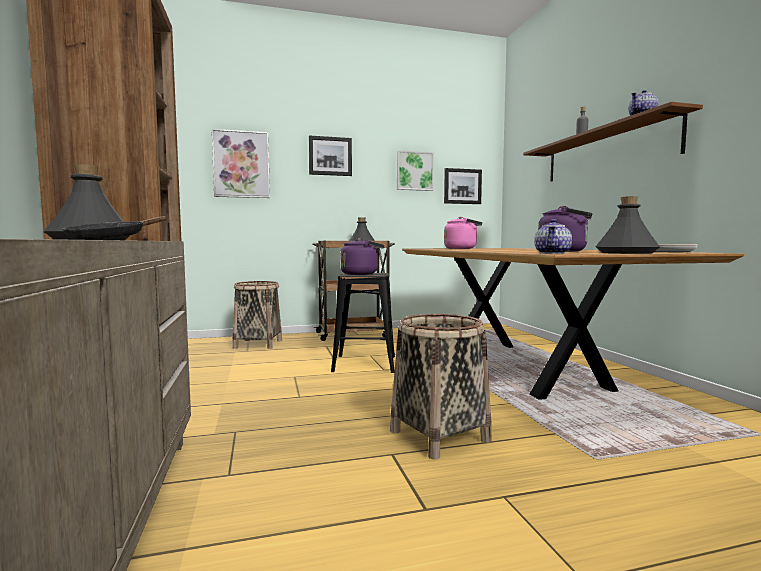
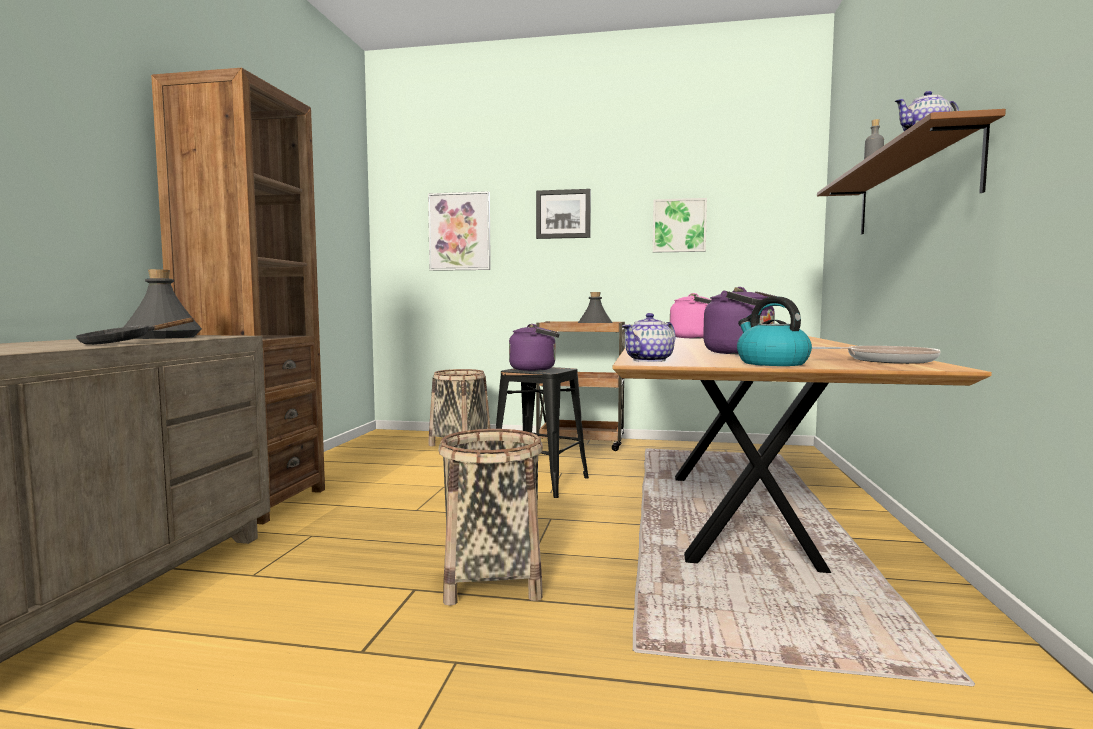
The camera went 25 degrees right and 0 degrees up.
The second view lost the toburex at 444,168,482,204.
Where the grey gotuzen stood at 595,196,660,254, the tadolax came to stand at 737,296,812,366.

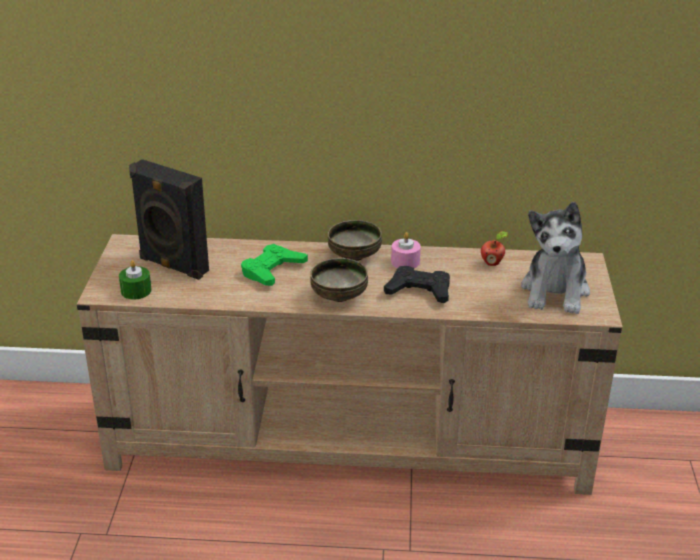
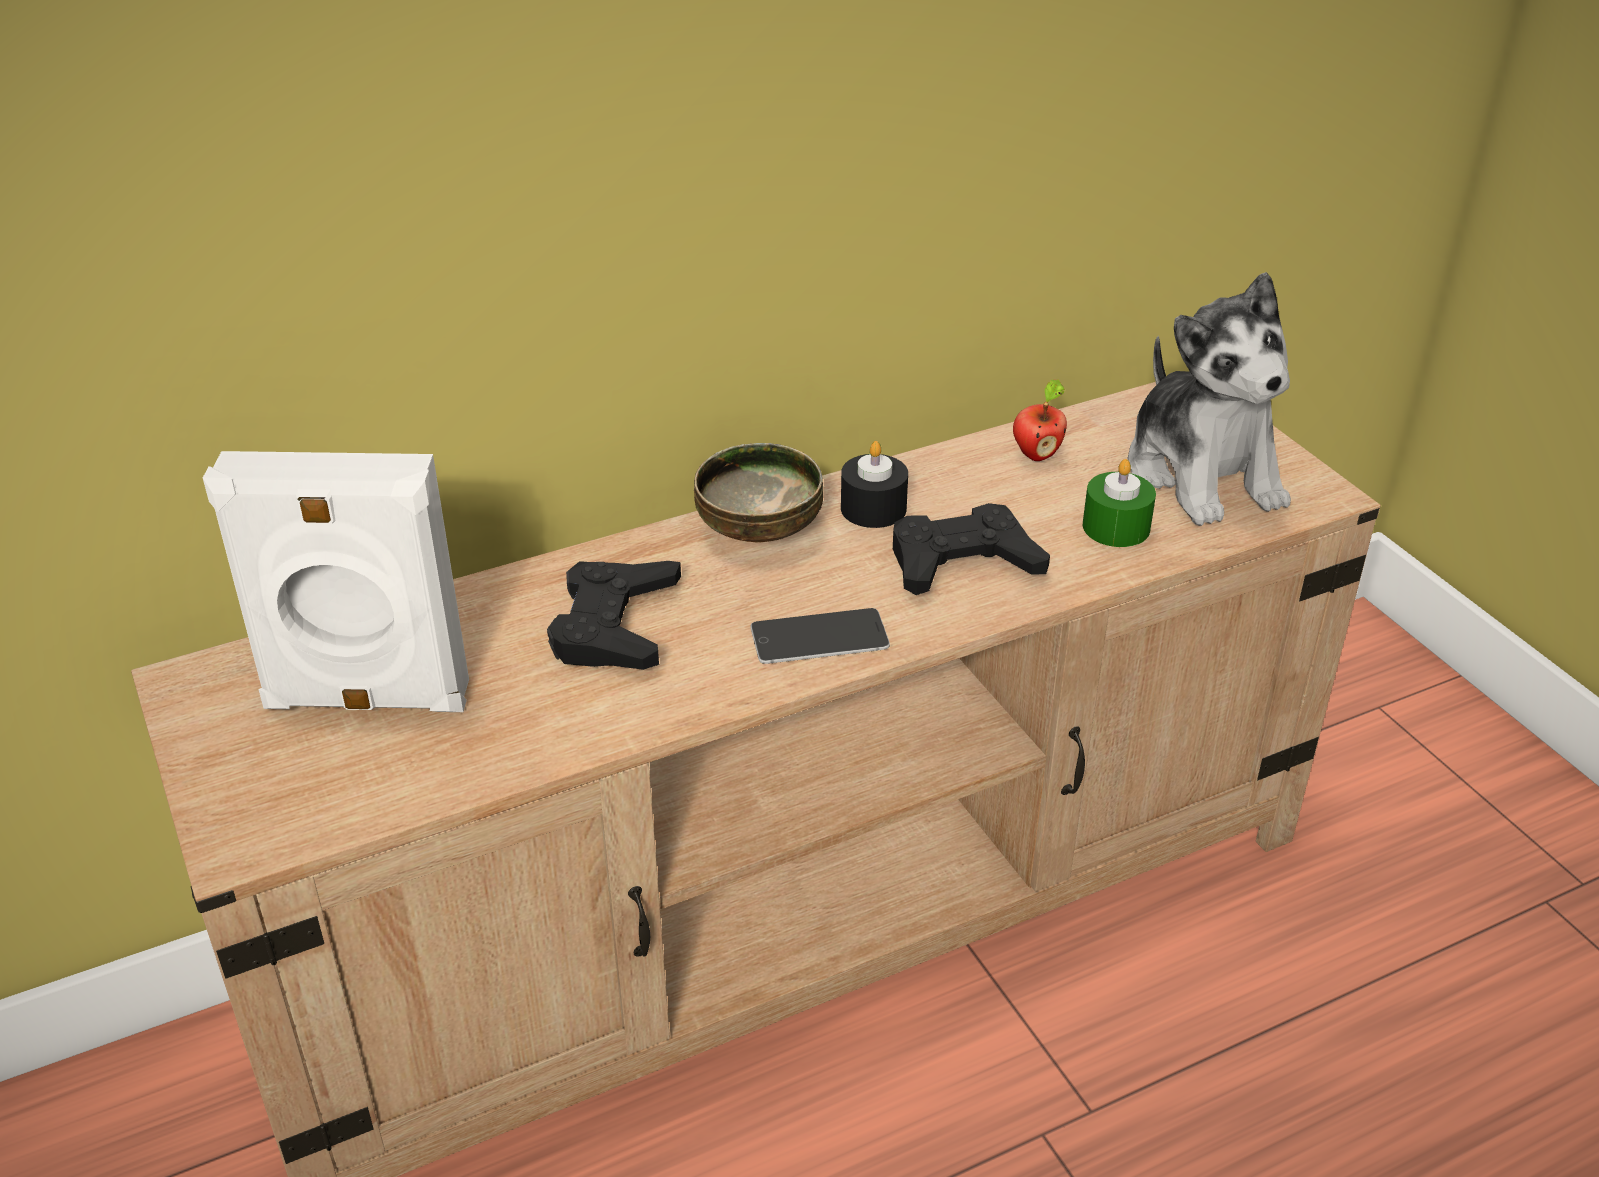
The camera went 30 degrees left and 5 degrees up.
What was the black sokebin at 129,159,209,280 turned into the white sokebin at 203,451,469,712.
What was the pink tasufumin at 391,232,421,268 turned into the black tasufumin at 841,441,908,528.
What was the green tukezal at 241,244,308,286 turned into the black tukezal at 547,561,681,670.
Where the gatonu stood at 310,258,368,302, the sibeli came to stand at 750,608,890,664.
The green tasufumin ended up elsewhere, having gone from 119,260,152,300 to 1083,459,1156,547.

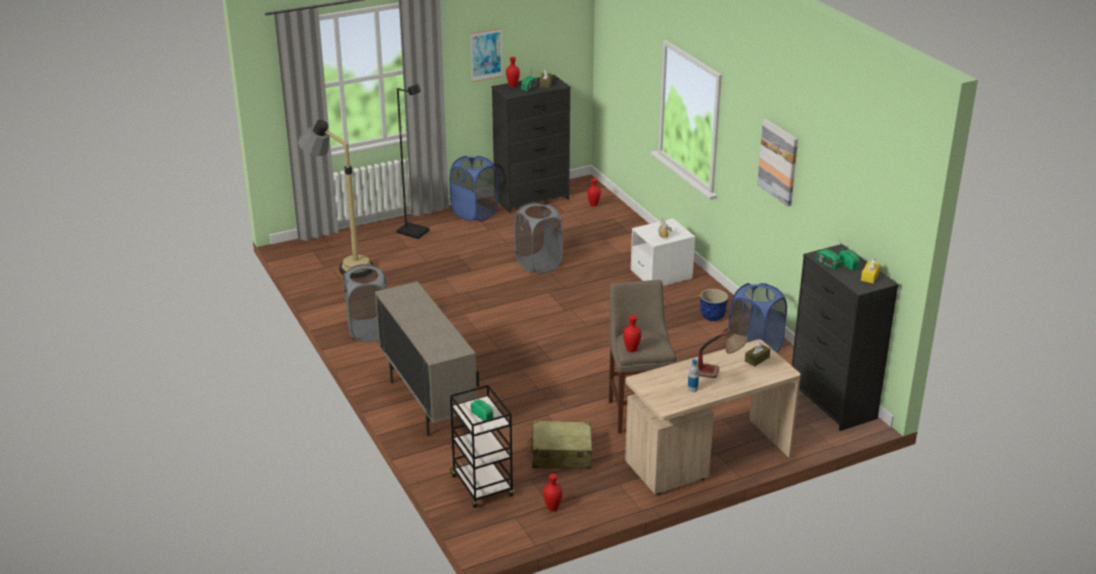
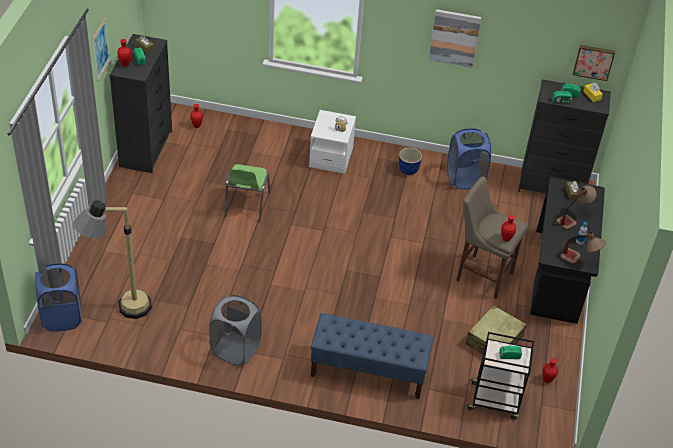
The camera went 55 degrees left and 15 degrees up.
The second view lost the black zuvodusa at 396,84,430,239.
The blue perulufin ended up elsewhere, having gone from 450,156,498,221 to 35,263,82,332.
Where the grey perulufin stood at 514,202,563,274, the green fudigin came to stand at 224,164,270,222.
Where the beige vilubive stood at 375,281,479,436, the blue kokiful came to stand at 311,313,433,399.
What was the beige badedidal at 625,339,801,495 turned into the black badedidal at 530,178,605,324.
The second view gained the toburex at 573,45,615,81.
The second view gained the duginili at 560,232,606,264.

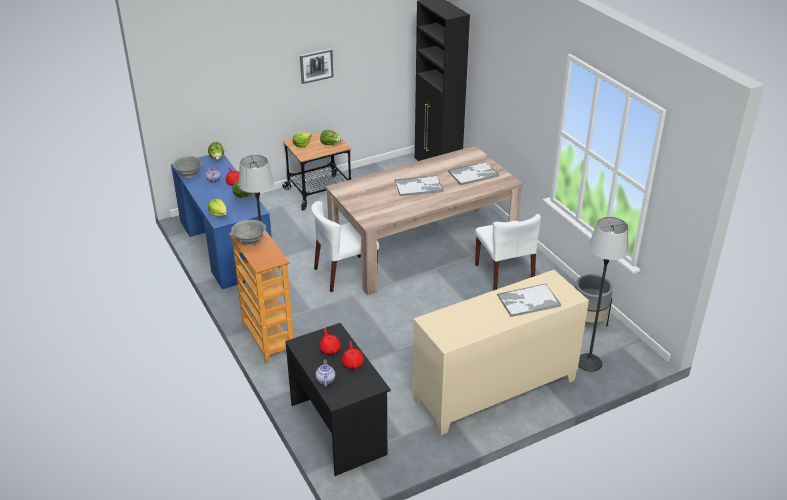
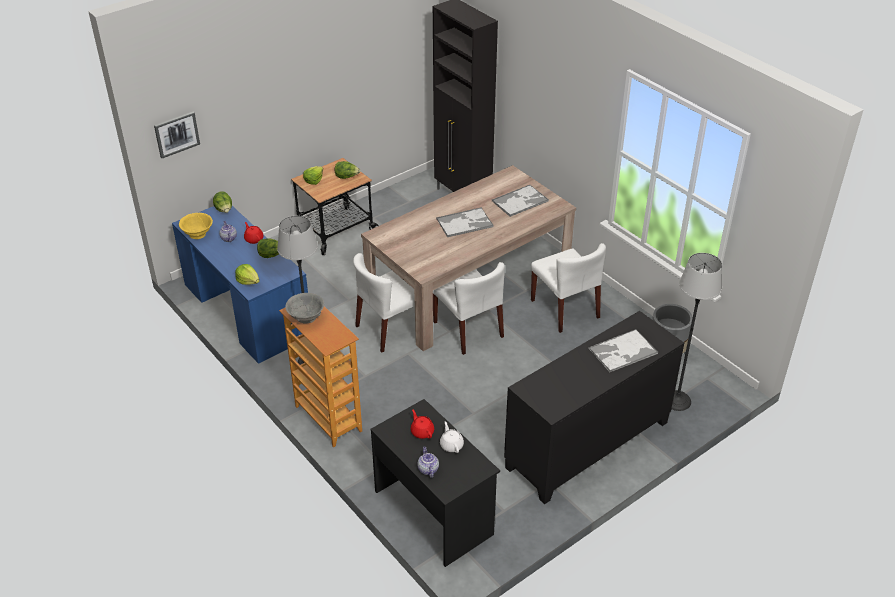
The camera went 10 degrees left and 5 degrees up.
The toburex ended up elsewhere, having gone from 300,49,334,84 to 154,112,200,158.
What was the grey gatonu at 173,156,202,178 turned into the yellow gatonu at 179,213,213,239.
What was the beige vilubive at 412,270,589,435 turned into the black vilubive at 504,311,684,505.
What was the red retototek at 342,341,364,369 turned into the white retototek at 440,421,464,453.
The second view gained the white fudigin at 433,262,505,355.

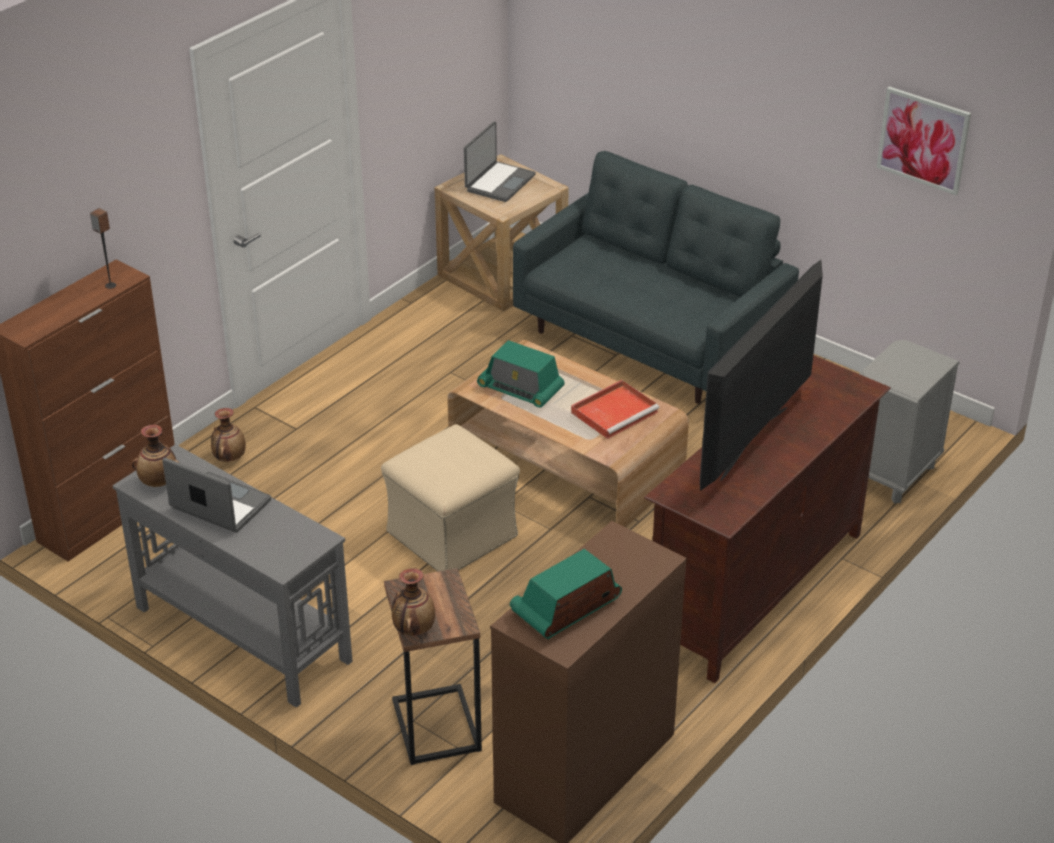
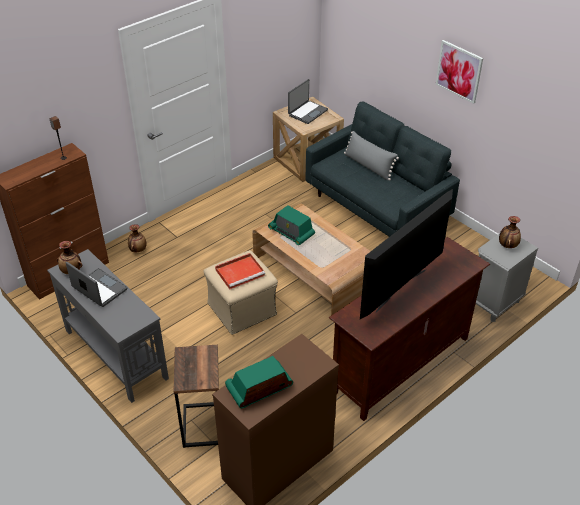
The camera went 10 degrees right and 5 degrees up.
The toburex ended up elsewhere, having gone from 877,87,971,195 to 436,40,483,104.
The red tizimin ended up elsewhere, having gone from 571,380,659,439 to 215,253,265,289.
The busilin ended up elsewhere, having gone from 392,568,435,636 to 499,216,521,248.
The second view gained the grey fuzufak at 344,131,399,181.

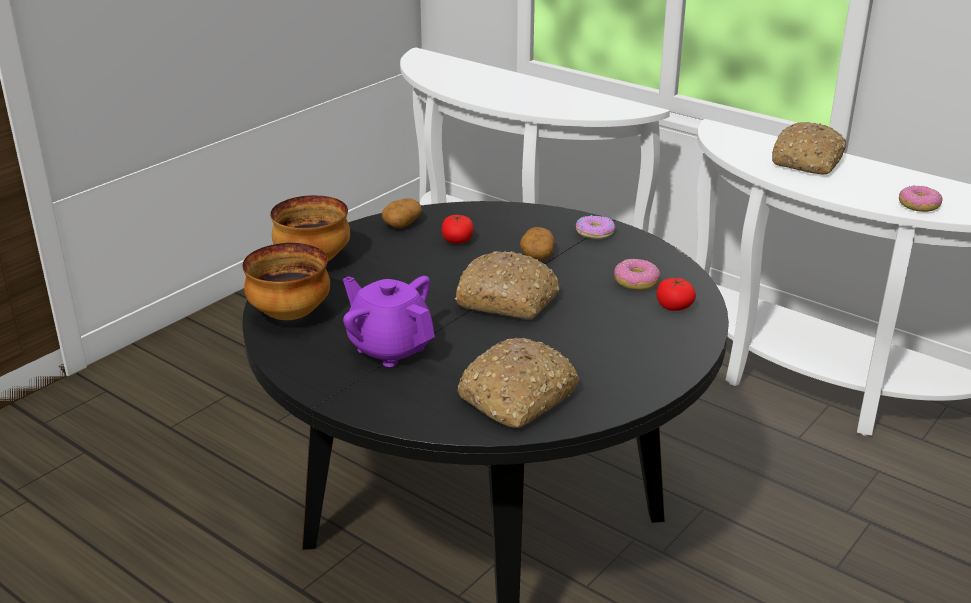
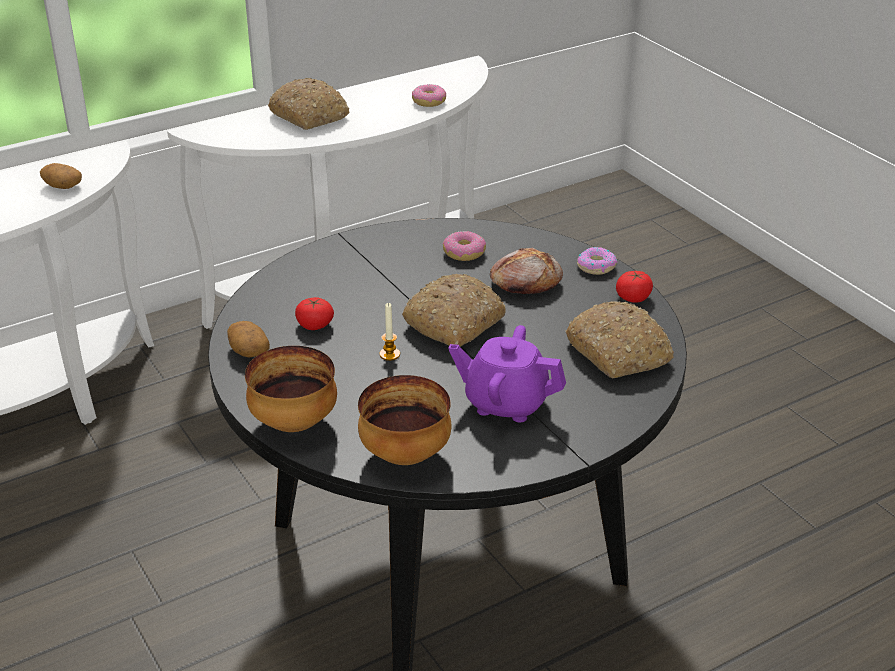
The camera went 70 degrees left and 5 degrees up.
The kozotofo ended up elsewhere, having gone from 576,215,615,239 to 577,247,618,275.
The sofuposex ended up elsewhere, having gone from 520,227,555,260 to 40,163,82,189.
The purple retototek at 343,276,435,367 ended up facing another way, 45 degrees clockwise from before.
The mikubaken ended up elsewhere, having gone from 656,278,696,311 to 616,271,653,303.
The second view gained the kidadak at 490,248,563,294.
The second view gained the tasufumin at 379,303,400,361.

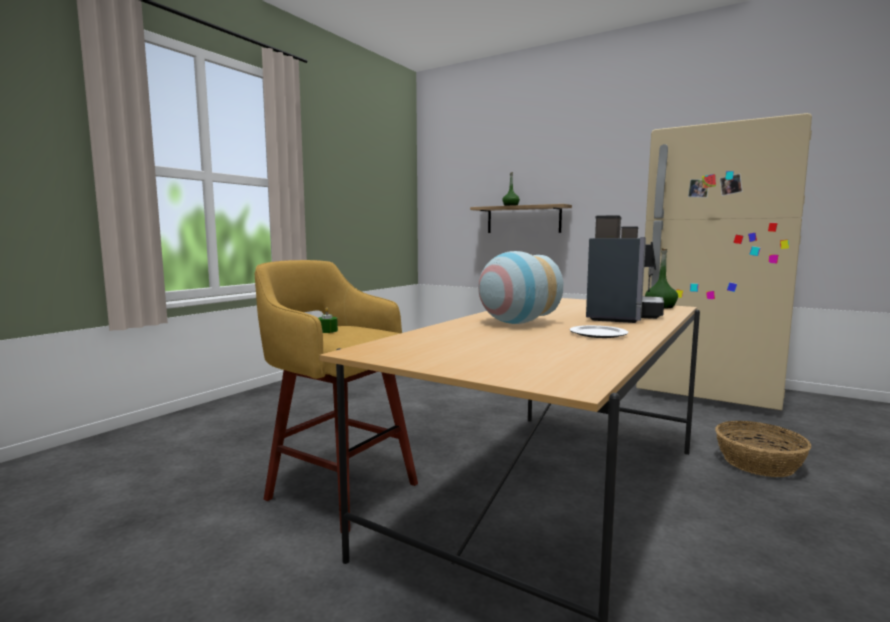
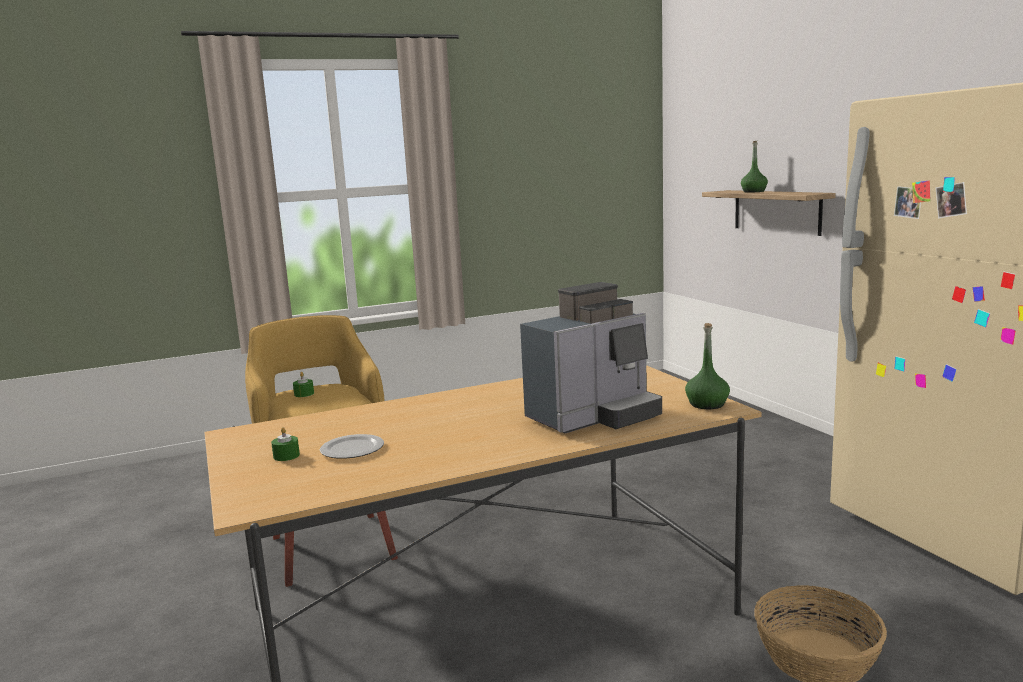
The camera went 35 degrees right and 5 degrees up.
The second view lost the busilin at 478,251,563,324.
The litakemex ended up elsewhere, having gone from 570,325,628,338 to 320,434,384,459.
The second view gained the green tasufumin at 271,427,300,461.

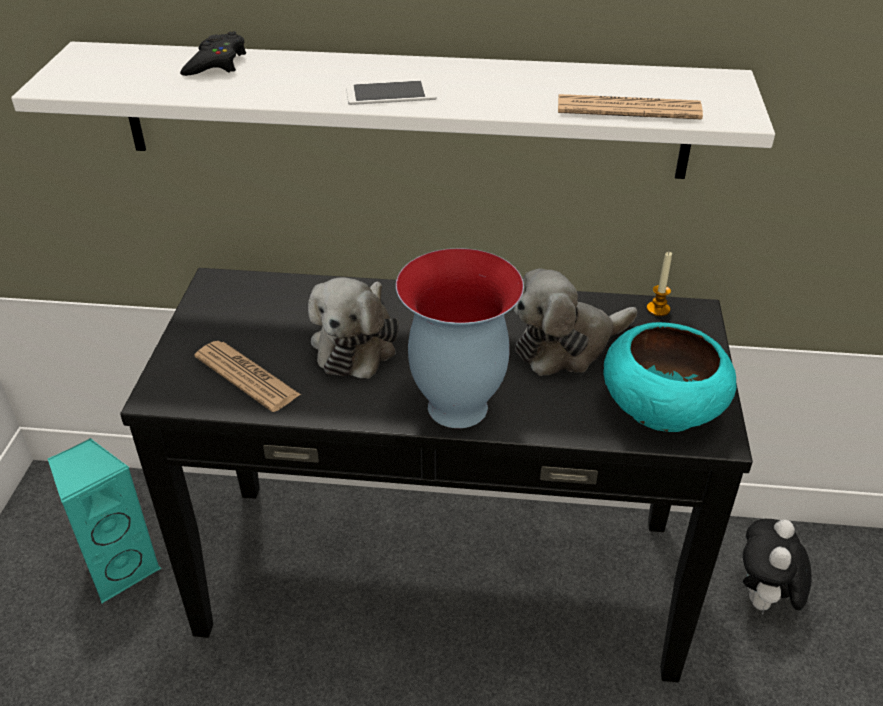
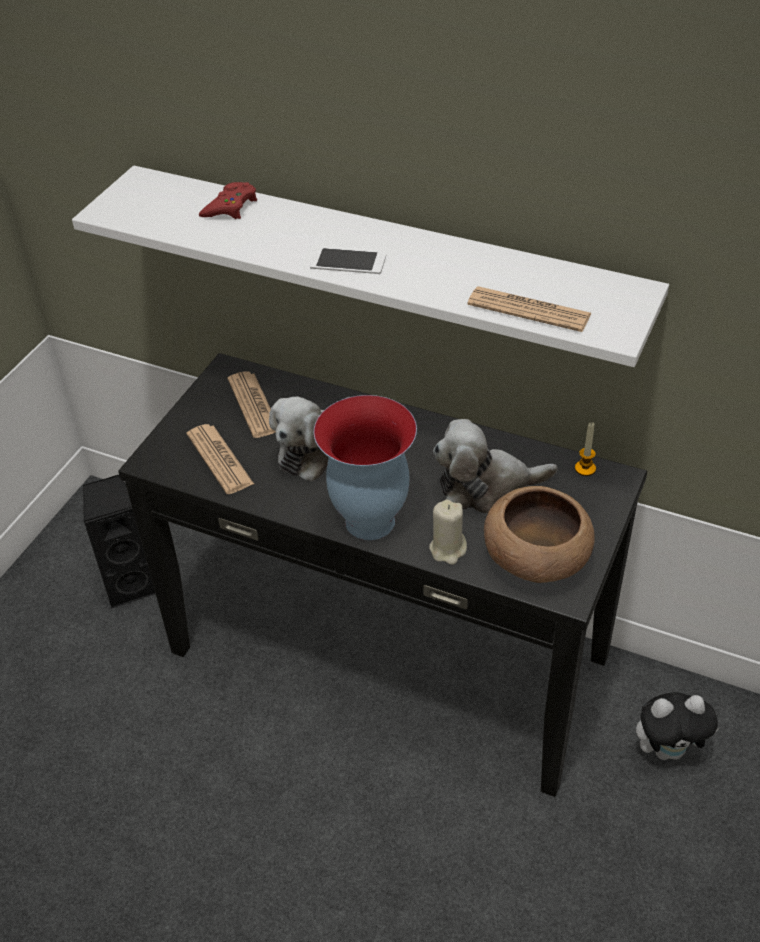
The camera went 20 degrees right and 5 degrees up.
What was the black tukezal at 180,31,246,76 turned into the red tukezal at 199,182,257,219.
What was the turquoise gatonu at 604,322,736,432 turned into the brown gatonu at 484,486,595,583.
What was the turquoise sokebin at 48,438,161,603 turned into the black sokebin at 83,475,156,609.
The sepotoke at 743,519,812,615 ended up facing another way, 135 degrees counterclockwise from before.
The second view gained the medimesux at 228,371,276,438.
The second view gained the beige tasufumin at 429,499,467,565.

